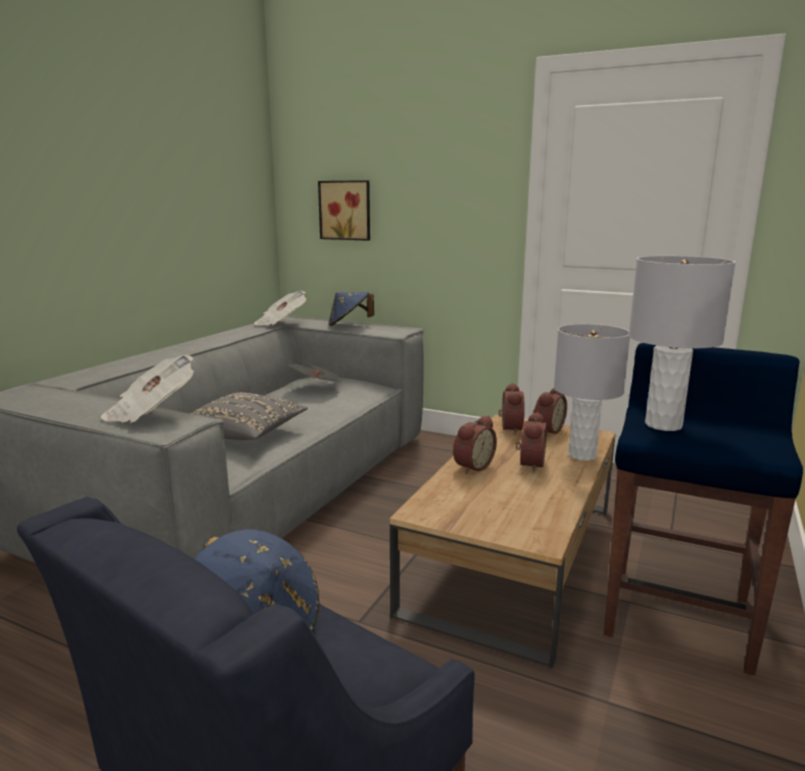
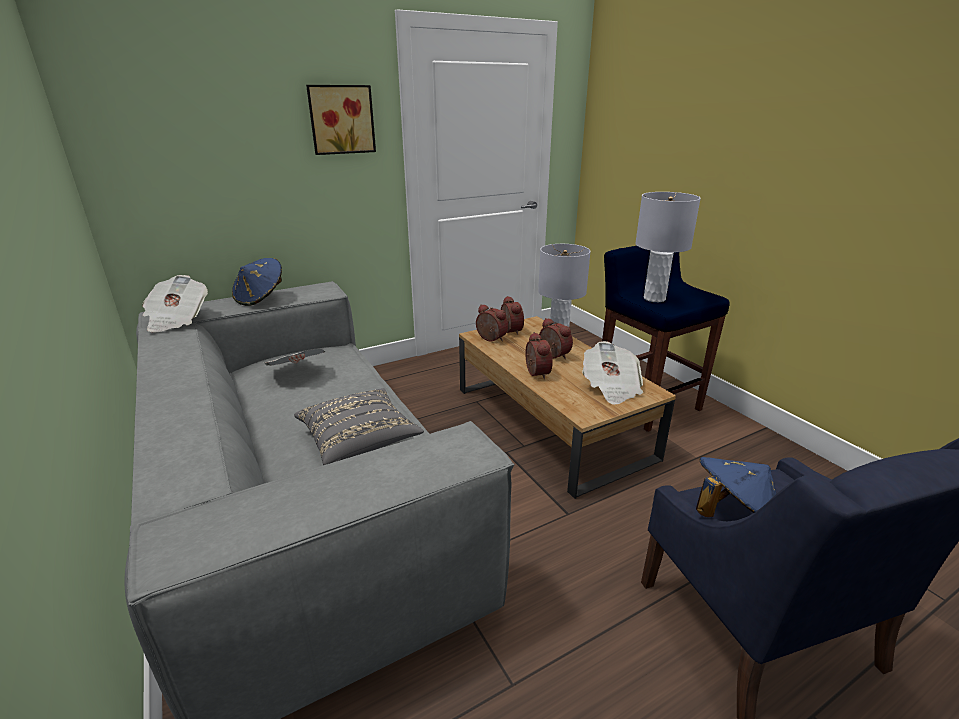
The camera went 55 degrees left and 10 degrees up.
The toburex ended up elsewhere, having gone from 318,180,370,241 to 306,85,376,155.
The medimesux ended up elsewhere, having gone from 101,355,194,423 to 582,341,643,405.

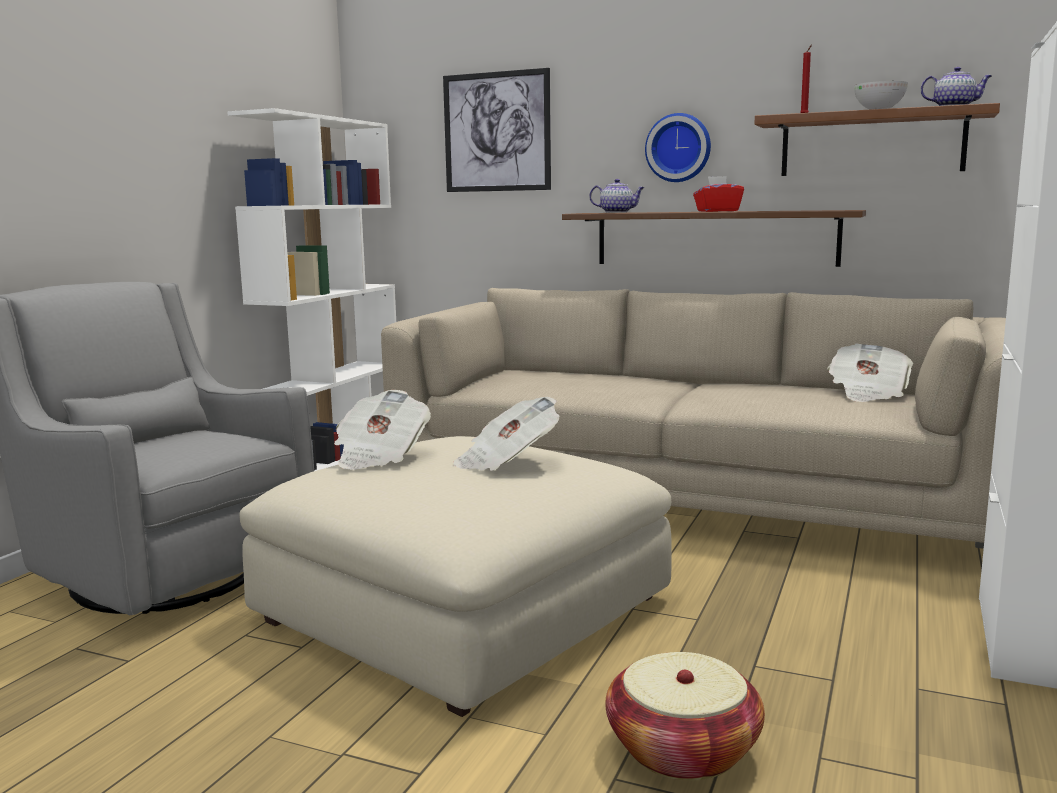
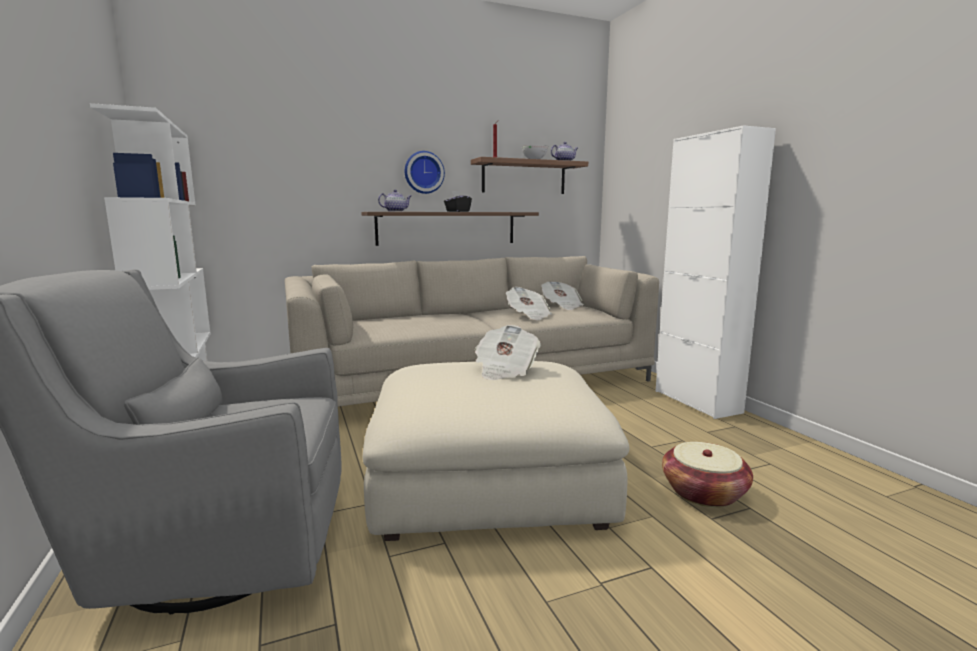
The camera went 45 degrees left and 0 degrees up.
The second view lost the toburex at 443,68,551,192.
What was the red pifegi at 693,176,744,212 turned into the black pifegi at 444,191,472,212.
The medimesux ended up elsewhere, having gone from 334,390,431,470 to 506,287,552,320.

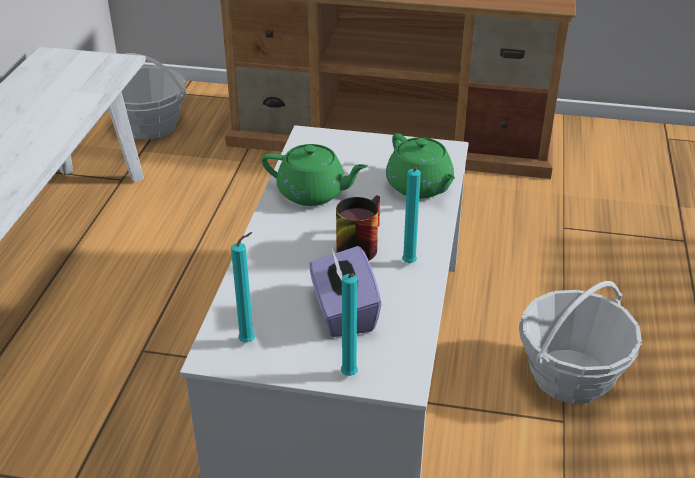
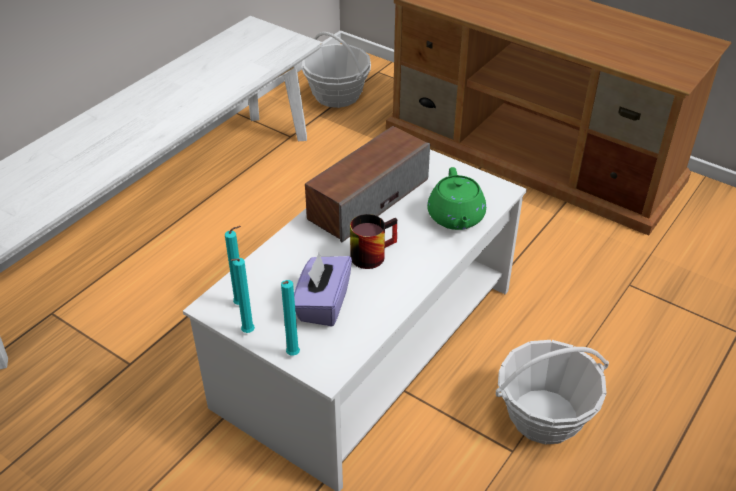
The camera went 25 degrees right and 5 degrees up.
Where the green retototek stood at 262,144,368,206, the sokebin came to stand at 305,126,430,242.
The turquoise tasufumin ended up elsewhere, having gone from 402,167,421,263 to 230,258,255,333.

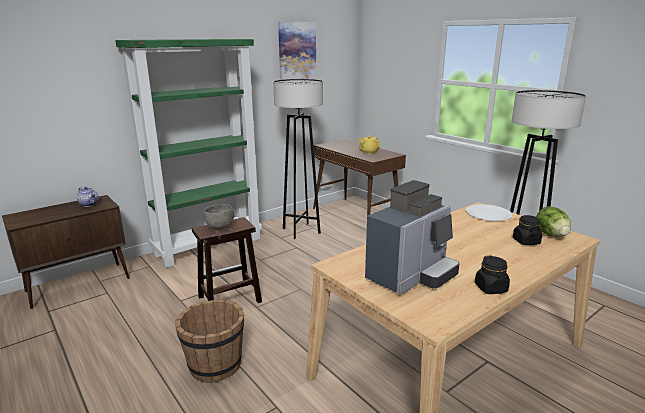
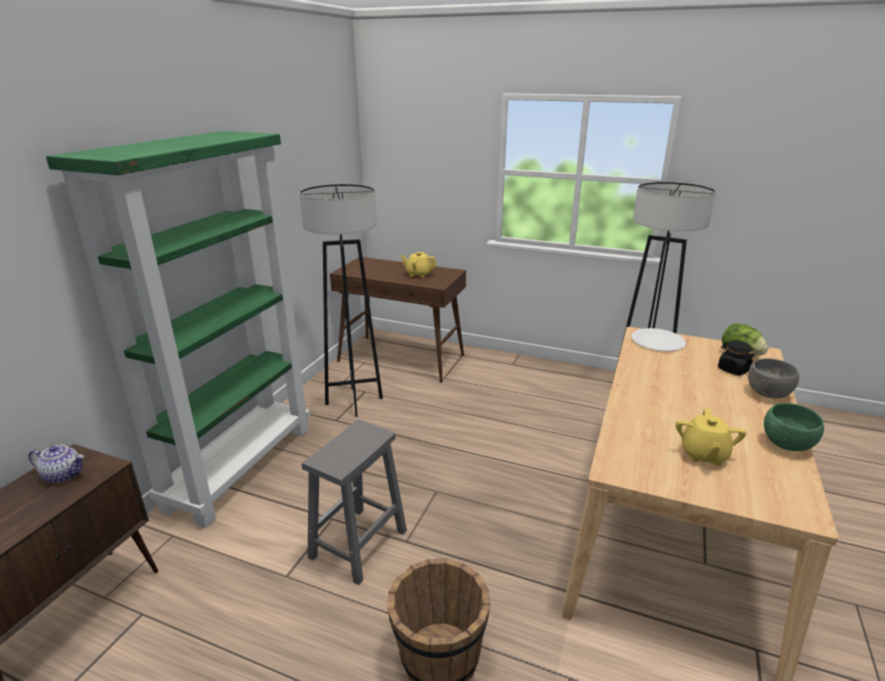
The camera went 30 degrees left and 5 degrees up.
The second view lost the toburex at 278,22,316,80.
Where the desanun stood at 365,180,460,295, the yellow retototek came to stand at 676,408,747,465.
The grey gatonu ended up elsewhere, having gone from 204,204,235,229 to 748,358,799,399.
What was the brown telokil at 192,217,262,303 turned into the grey telokil at 302,420,407,585.
Where the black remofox stood at 475,255,510,294, the green gatonu came to stand at 764,403,824,451.

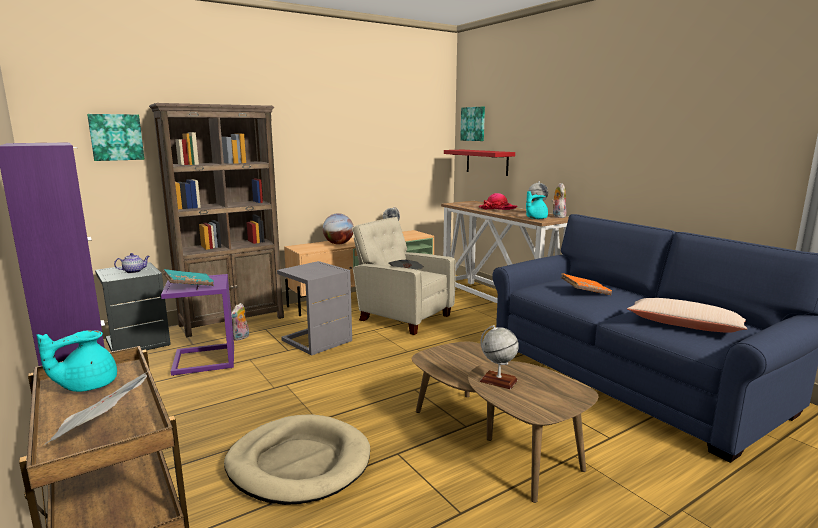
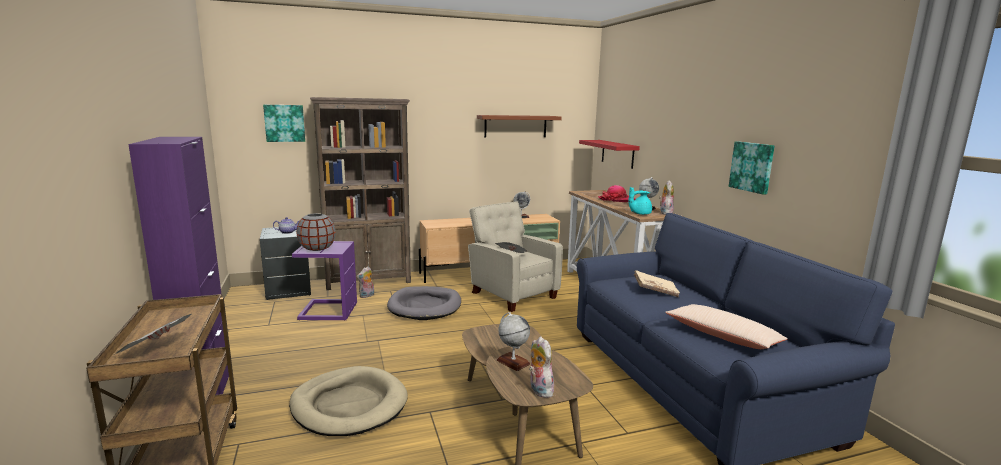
The camera went 15 degrees right and 0 degrees up.
The toburex ended up elsewhere, having gone from 460,107,485,141 to 729,141,775,195.
The second view lost the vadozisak at 323,213,354,244.
Where the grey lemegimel stood at 277,261,352,356, the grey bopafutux came to stand at 387,286,461,320.
Where the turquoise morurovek stood at 163,269,214,286, the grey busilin came to stand at 296,213,336,251.
What was the orange morurovek at 561,273,612,295 turned into the beige morurovek at 634,270,680,297.
The second view lost the turquoise retototek at 37,330,117,392.
The second view gained the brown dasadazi at 477,115,562,137.
The second view gained the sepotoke at 529,336,554,398.

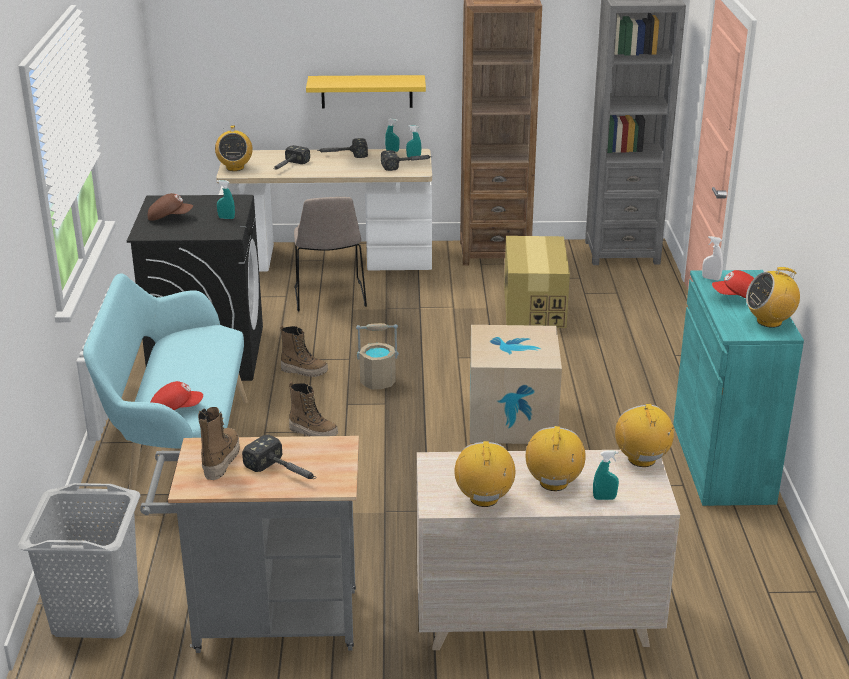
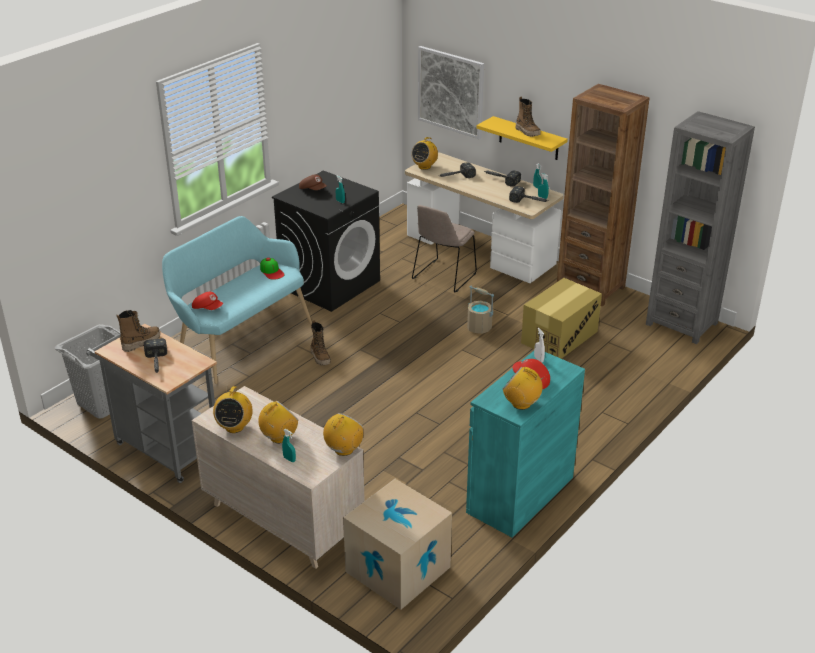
The camera went 40 degrees right and 5 degrees up.
The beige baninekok ended up elsewhere, having gone from 356,323,399,390 to 467,286,494,334.
The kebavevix ended up elsewhere, having gone from 280,325,328,377 to 515,96,541,137.
The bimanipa ended up elsewhere, having gone from 470,325,562,444 to 343,479,452,610.
The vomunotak at 454,441,515,507 ended up facing another way, 150 degrees clockwise from before.
The second view gained the toburex at 418,46,484,139.
The second view gained the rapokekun at 260,258,285,280.

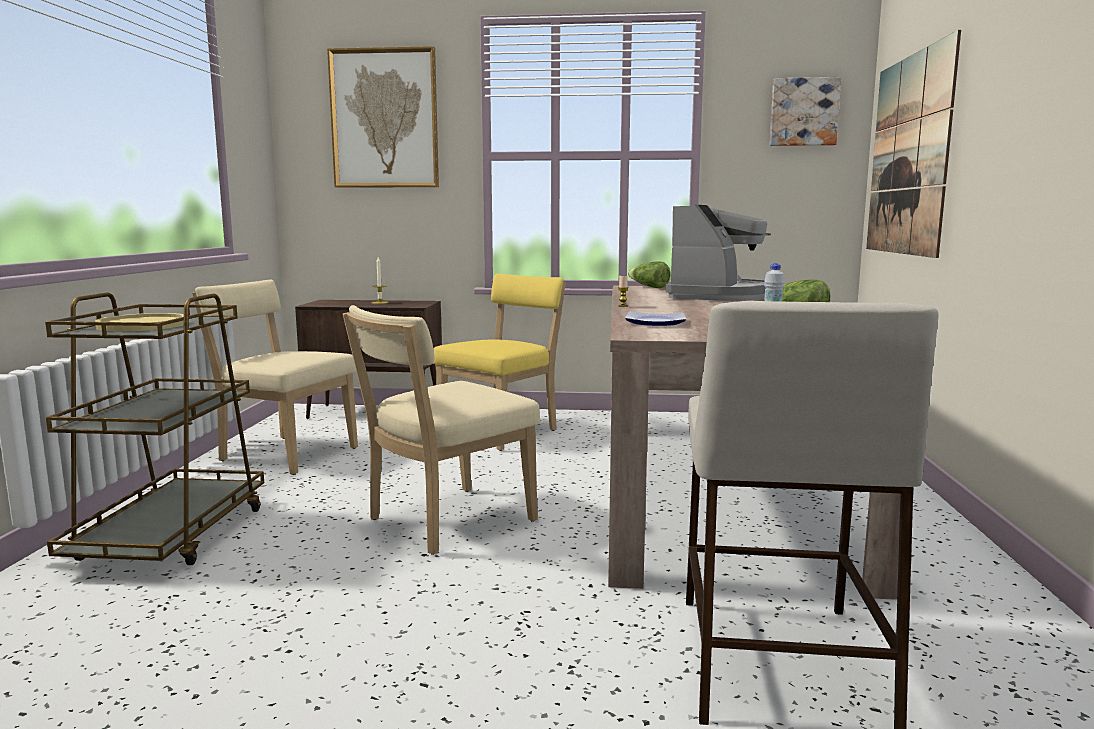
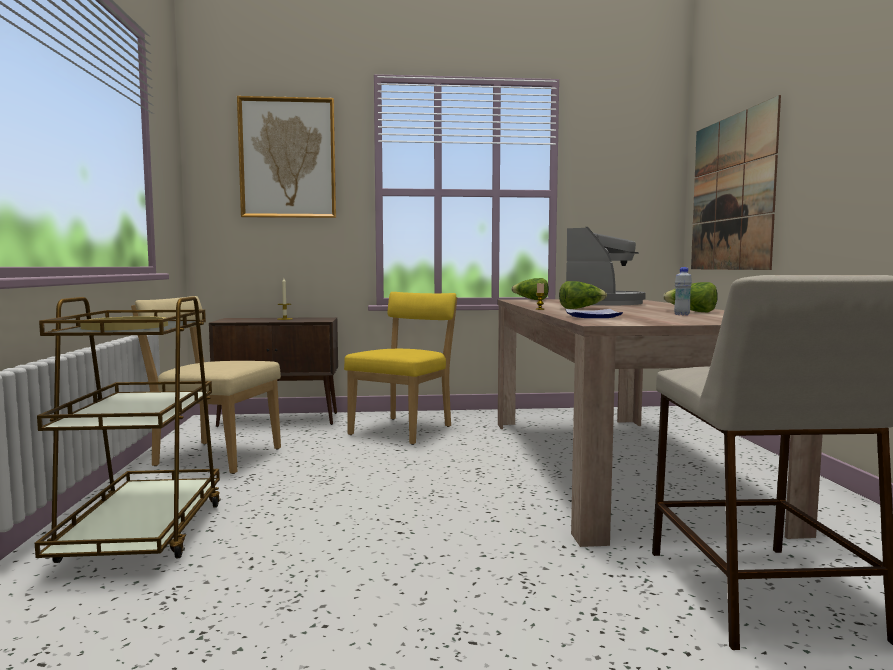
The camera went 10 degrees left and 5 degrees down.
The second view lost the toburex at 770,77,841,146.
The second view lost the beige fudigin at 343,305,541,555.
The second view gained the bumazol at 559,281,607,309.

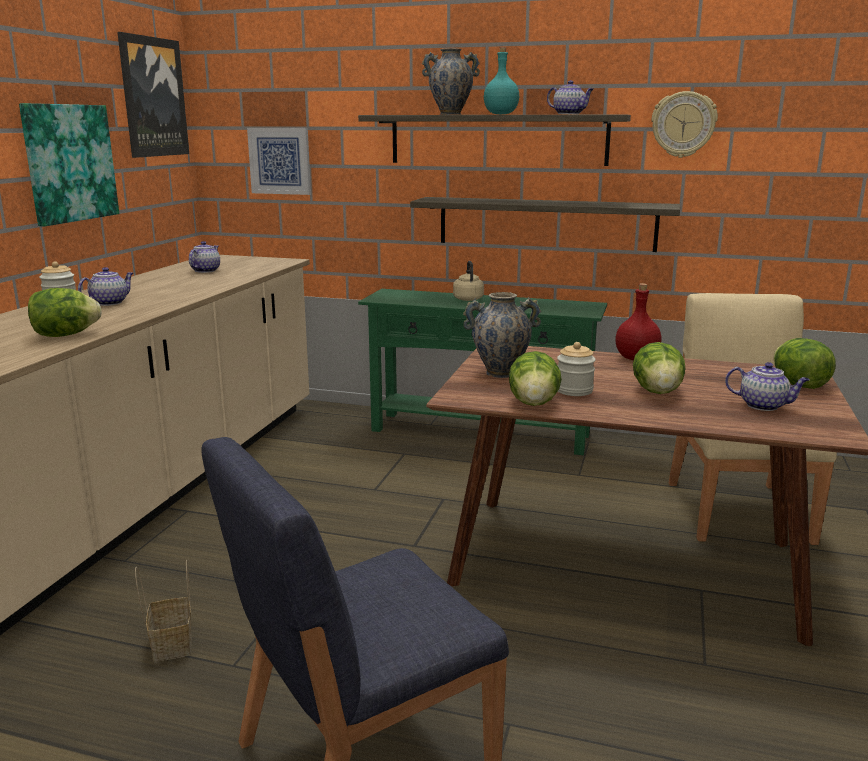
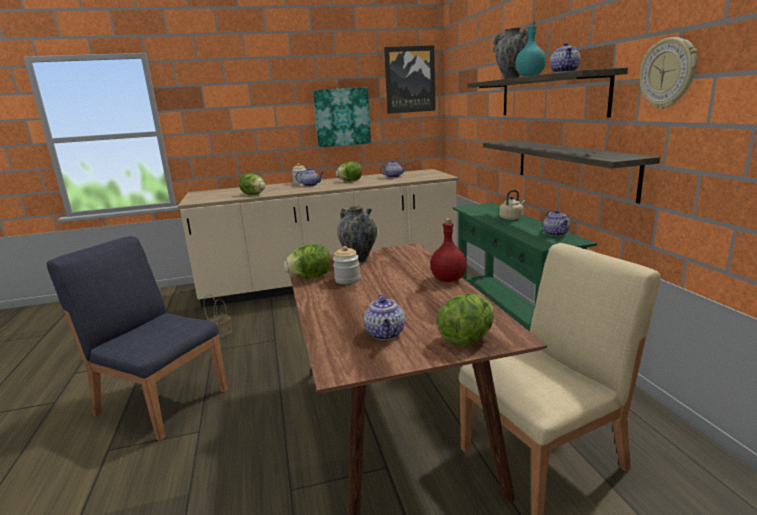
The camera went 60 degrees right and 0 degrees up.
The second view lost the toburex at 247,128,311,195.
The bumazol ended up elsewhere, having gone from 633,342,685,394 to 336,161,362,181.
The second view gained the retototek at 543,210,570,236.

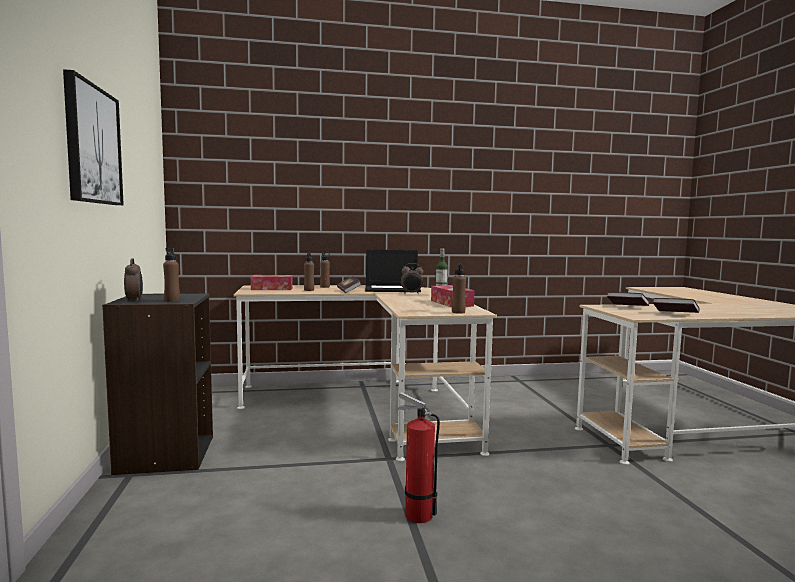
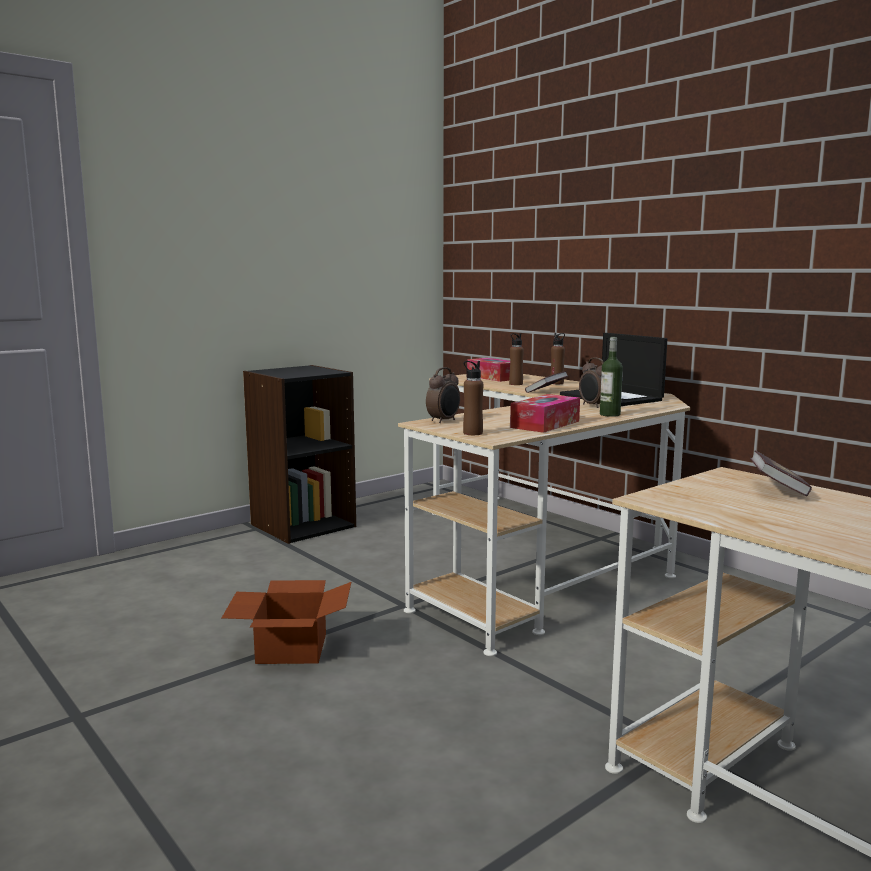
The camera went 60 degrees right and 5 degrees up.
The second view lost the toburex at 63,69,124,205.
The second view lost the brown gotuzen at 163,248,180,301.
The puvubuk ended up elsewhere, having gone from 124,258,143,302 to 426,367,460,423.
The second view lost the morurovek at 653,298,700,313.
Where the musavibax stood at 397,392,440,523, the bimanipa came to stand at 222,580,351,664.

